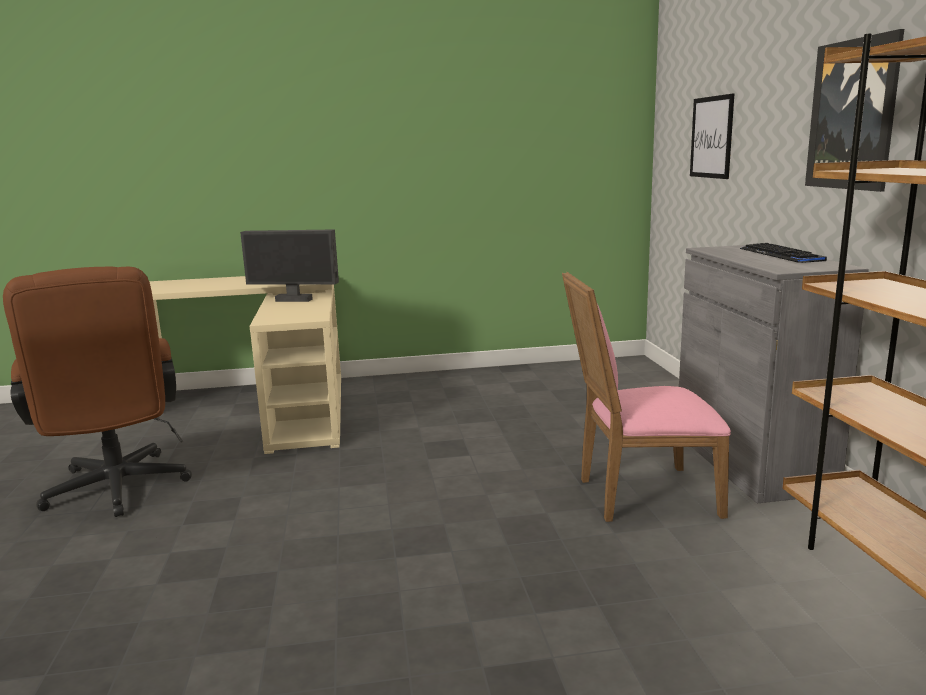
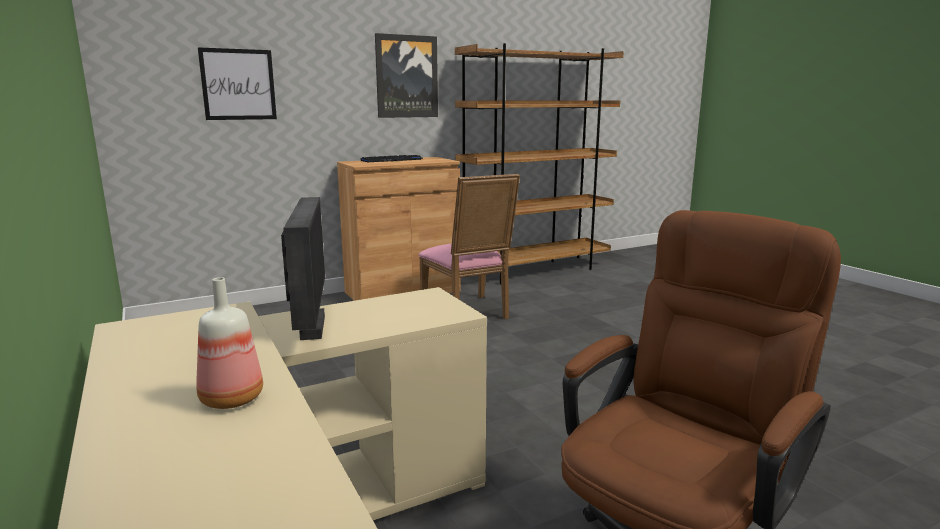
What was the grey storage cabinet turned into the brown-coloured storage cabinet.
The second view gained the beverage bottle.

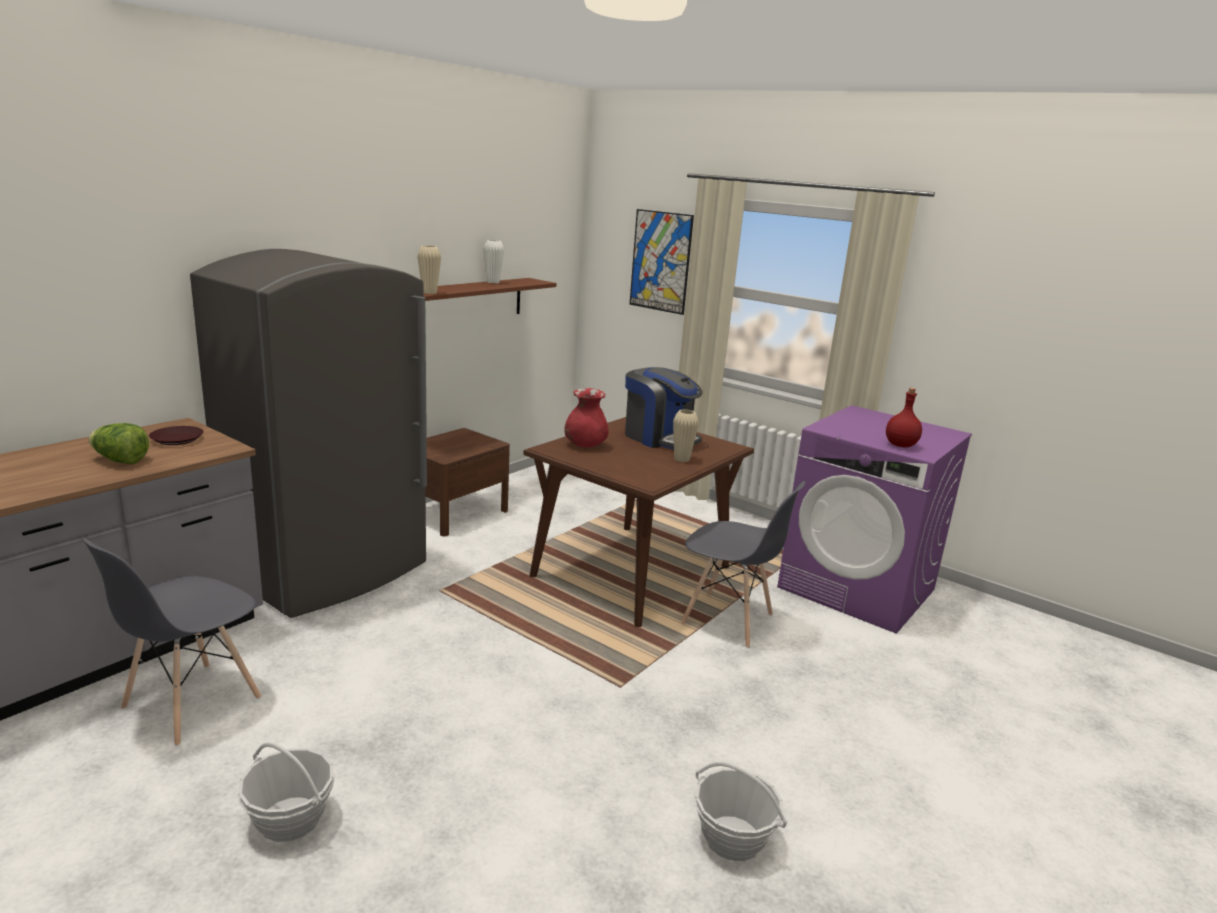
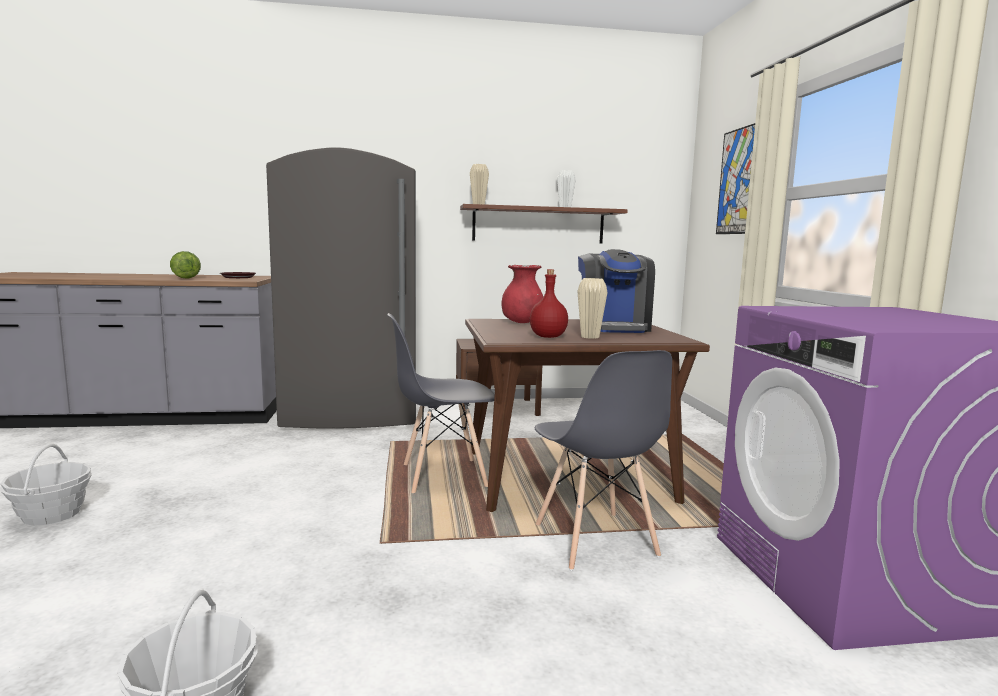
The grey chair (no. 1 from left) ended up elsewhere.
The reddish beverage bottle ended up elsewhere.

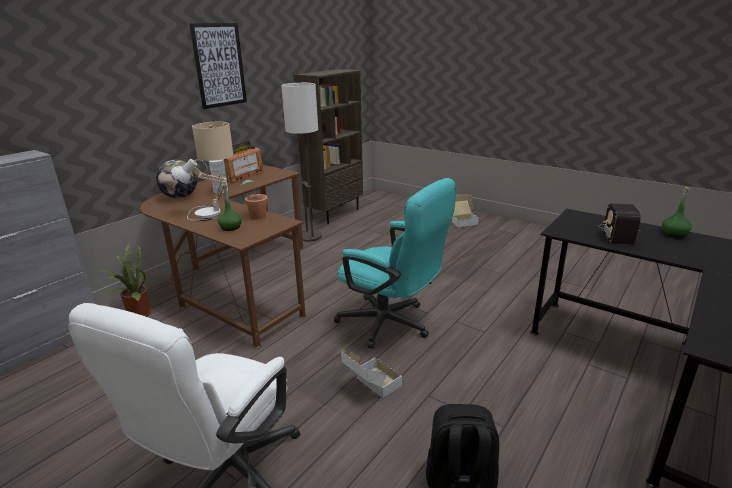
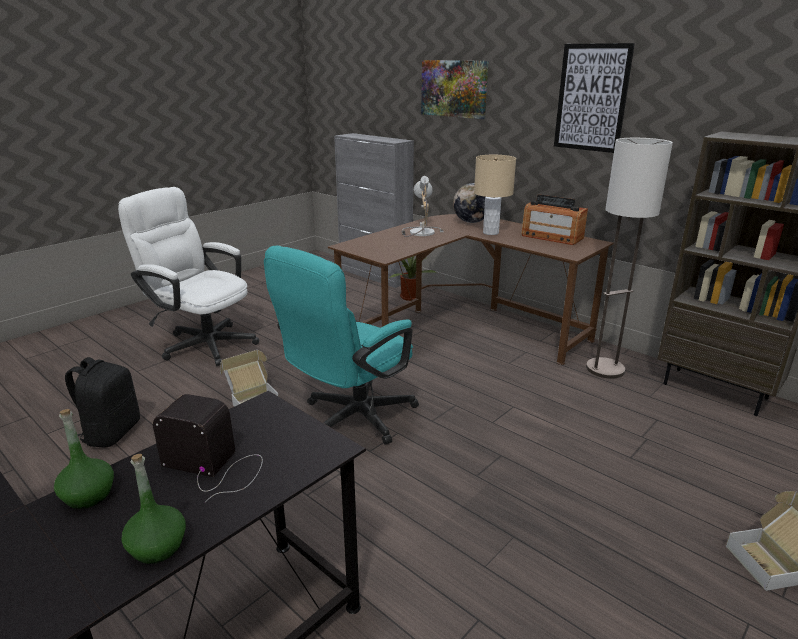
The green beverage bottle (no. 1 from left) ended up elsewhere.
The second view lost the houseplant (no. 2 from left).
The second view gained the wall picture (no. 1 from left).

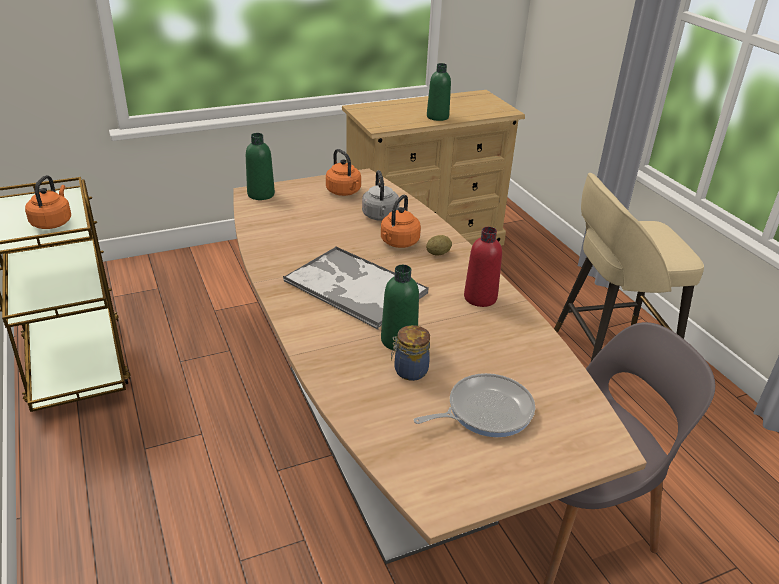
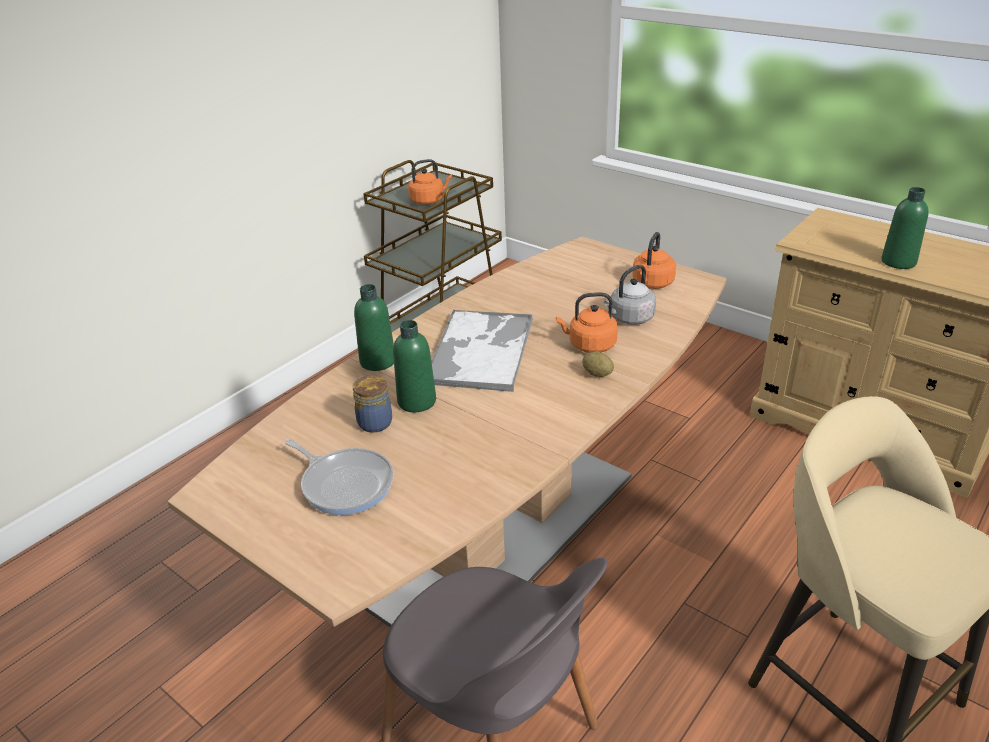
The green beverage bottle (no. 1 from left) ended up elsewhere.
The second view lost the reddish beverage bottle.

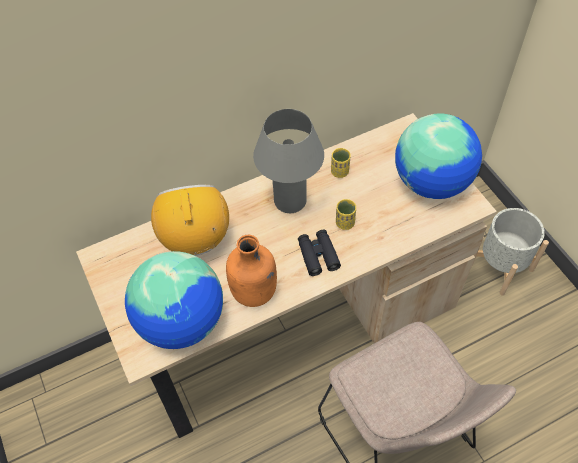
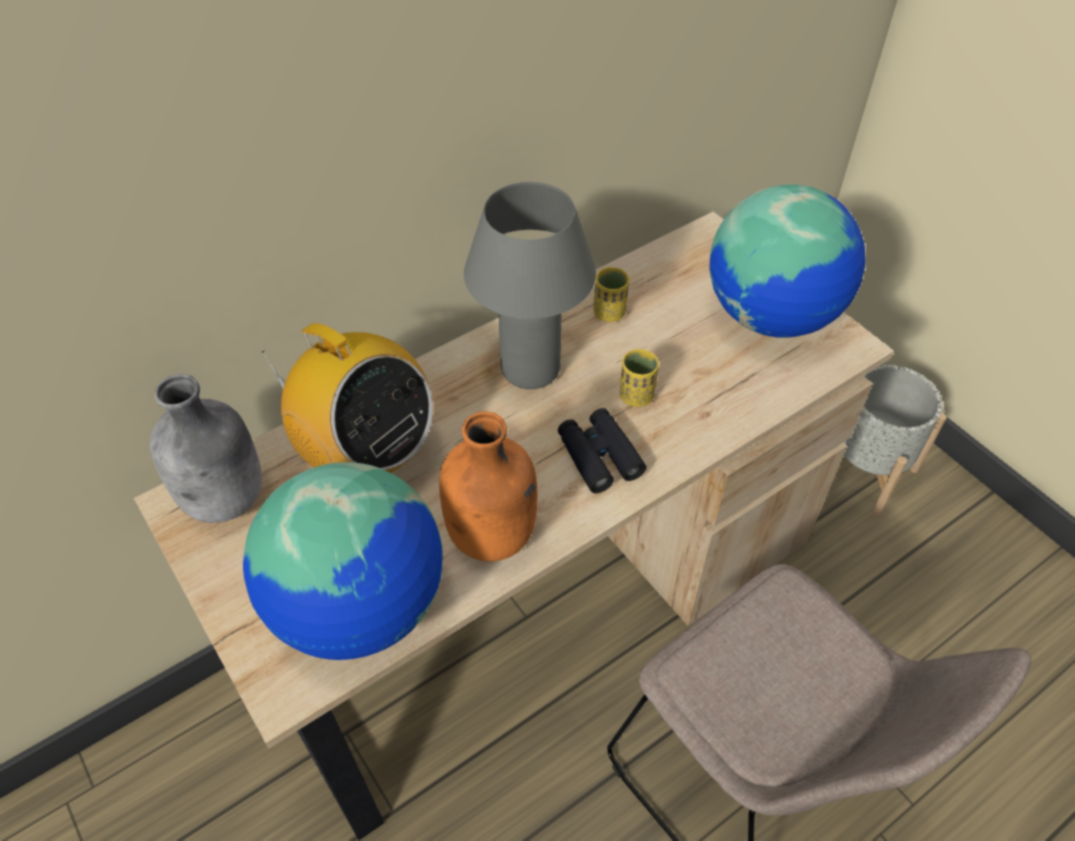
The radio ended up facing another way, 150 degrees clockwise from before.
The second view gained the grey beverage bottle.

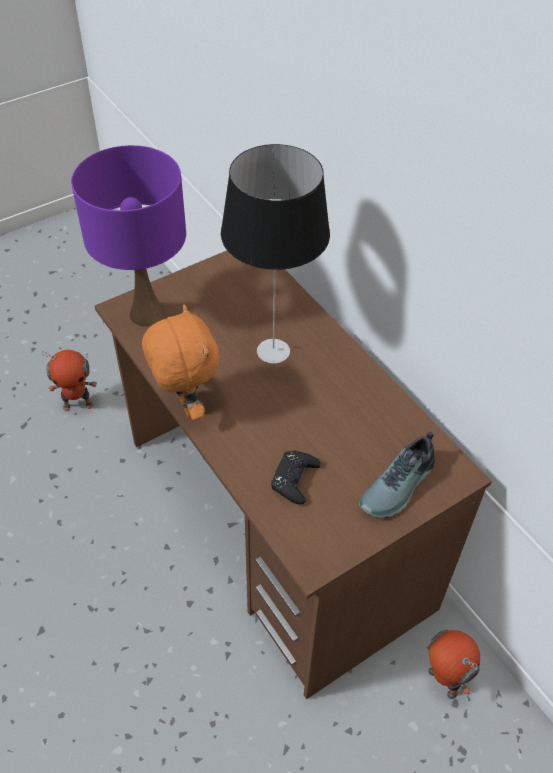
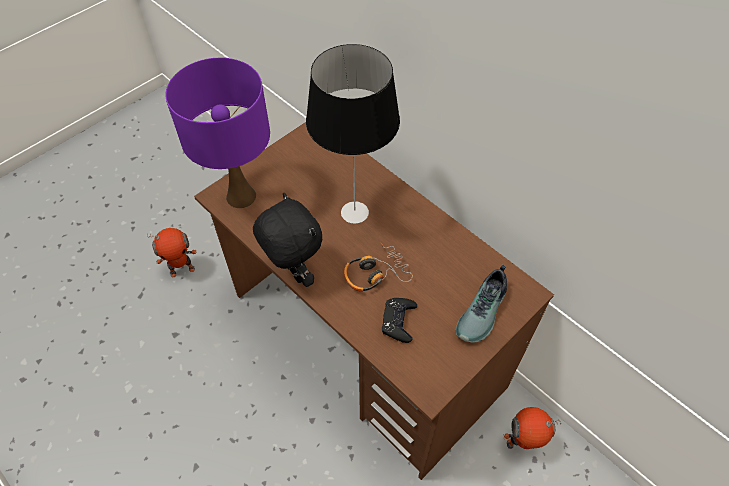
What was the orangey plush toy turned into the blackish plush toy.
The robot figure (no. 2 from left) ended up facing another way, 45 degrees counterclockwise from before.
The second view gained the pair of headphones.

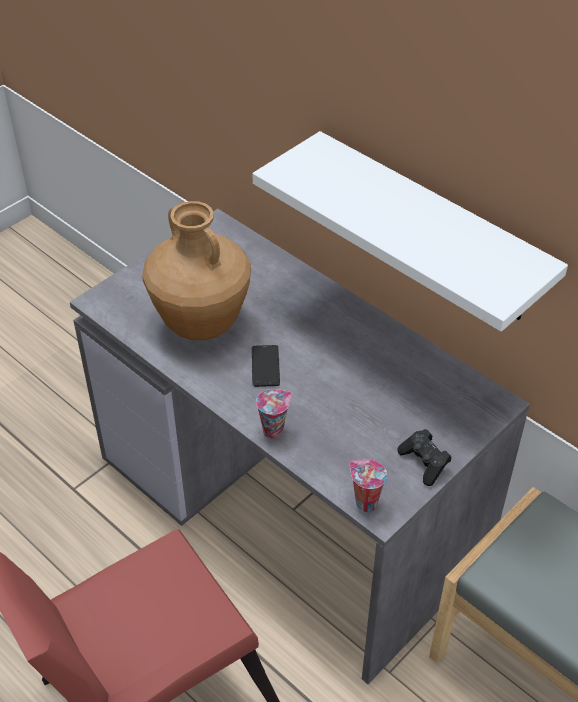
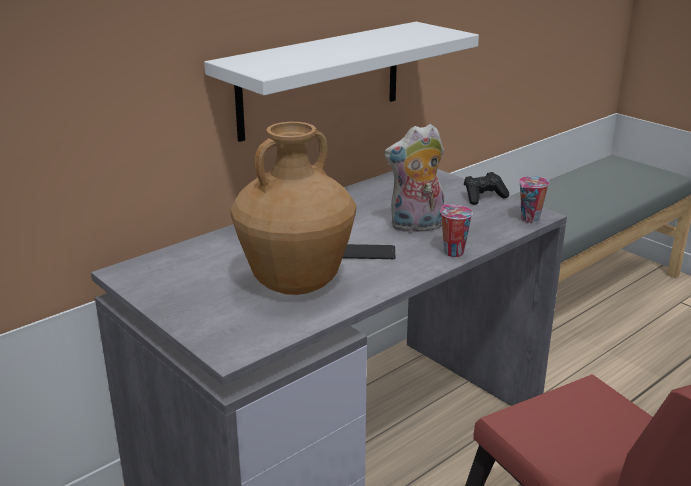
The second view gained the plush toy.

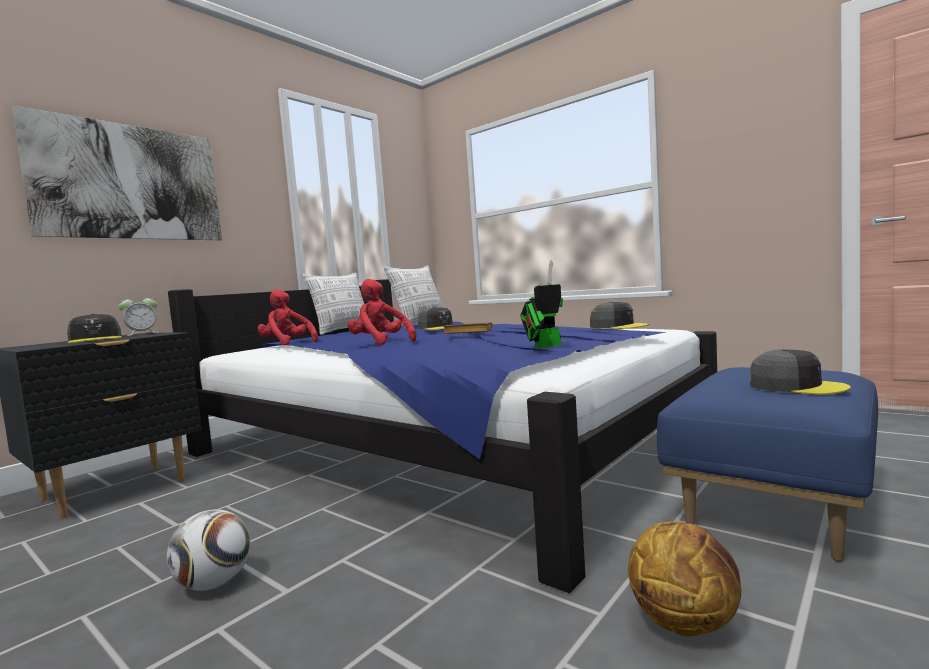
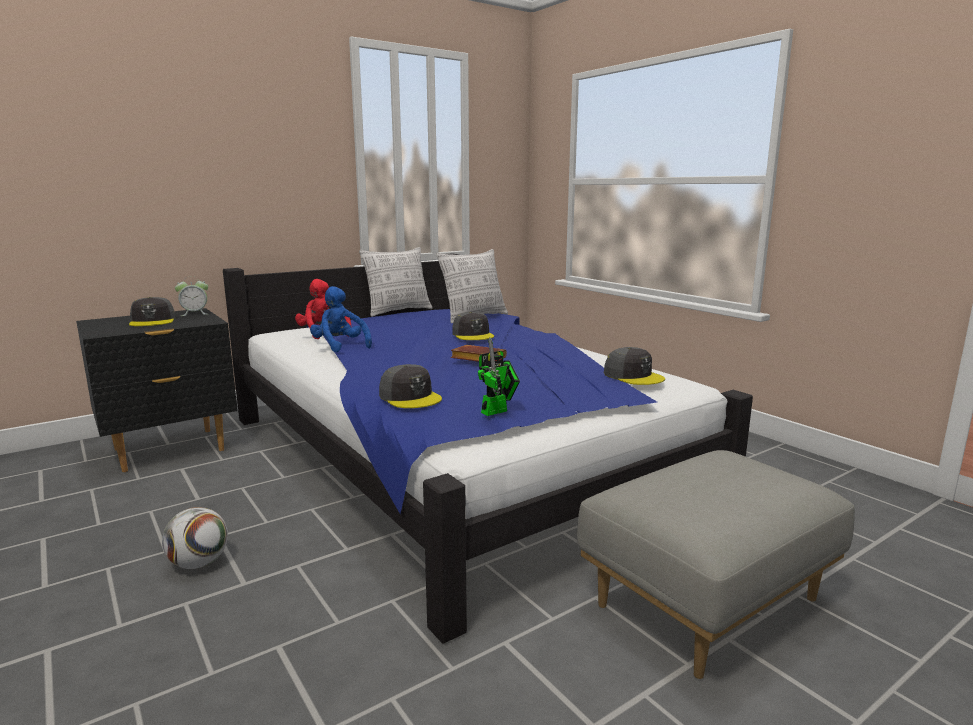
The second view lost the wall picture.
The second view lost the reddish plush toy (no. 2 from left).
The robot figure ended up facing another way, 150 degrees clockwise from before.
The second view lost the basketball.
What was the bluish footrest turned into the grey footrest.
The grey peaked cap (no. 4 from left in the first image) ended up elsewhere.
The second view gained the bluish plush toy.

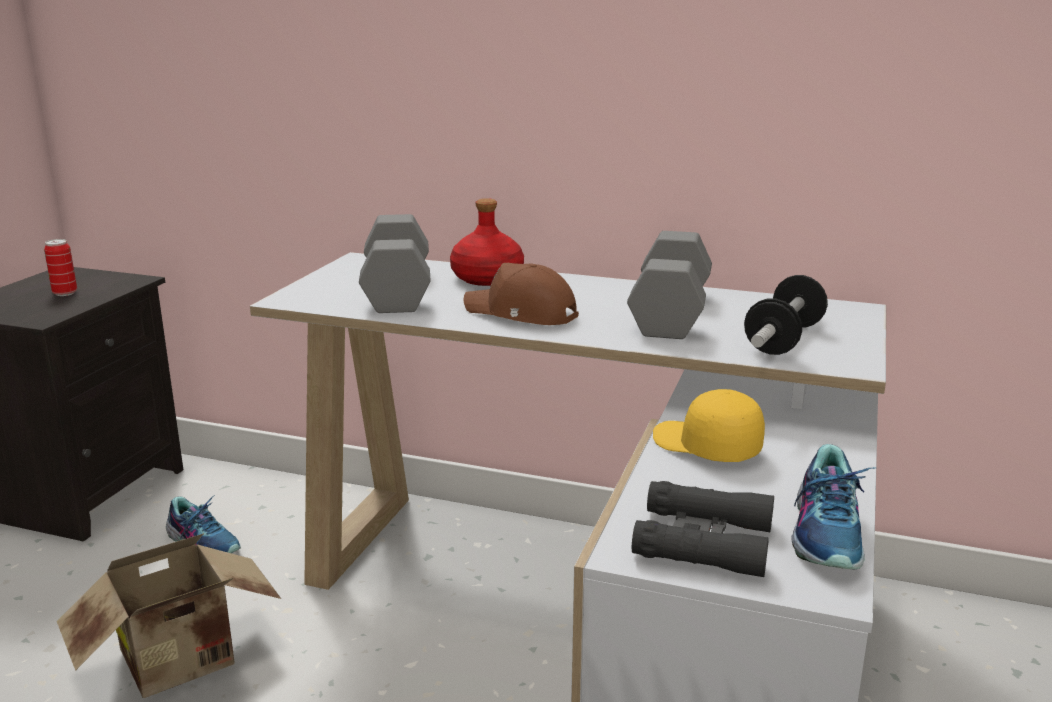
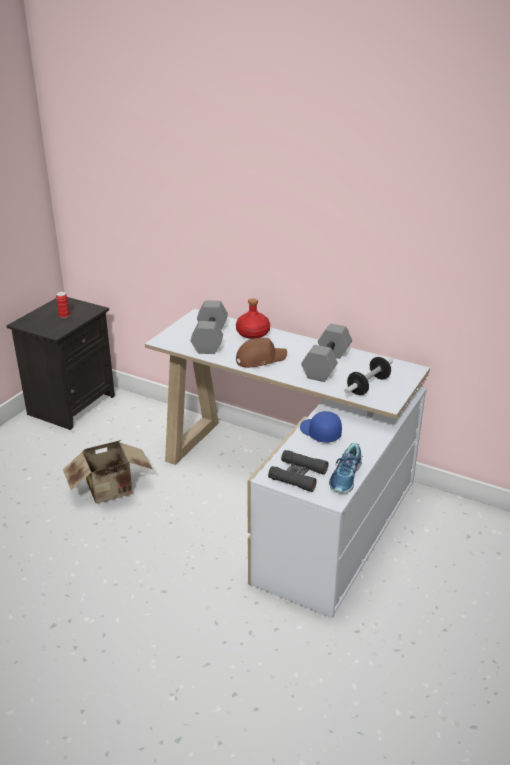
The second view lost the shoe (no. 1 from left).
The brown-coloured peaked cap ended up facing another way, 120 degrees clockwise from before.
What was the yellow peaked cap turned into the bluish peaked cap.

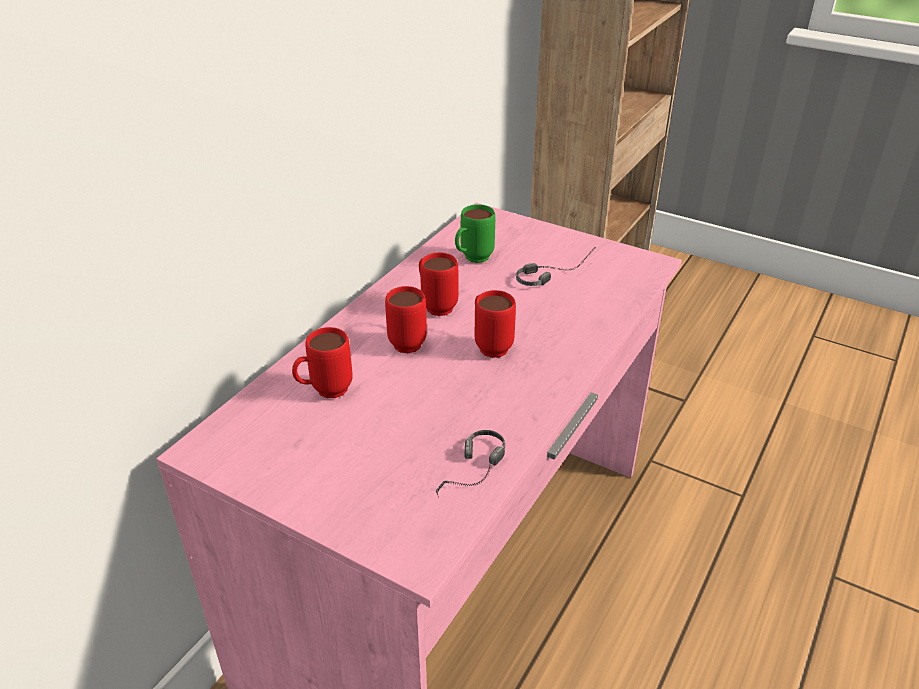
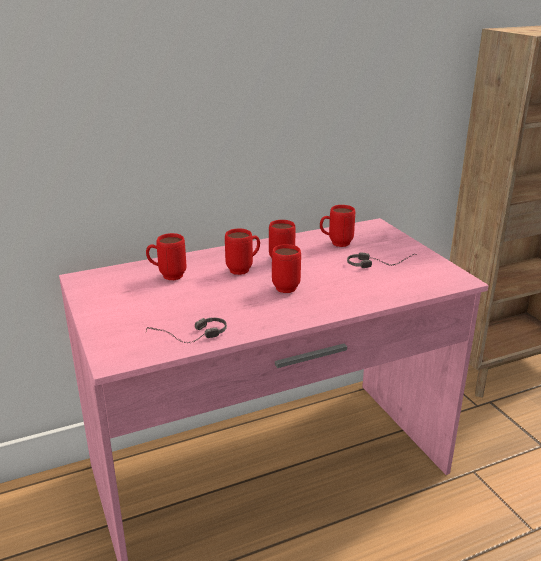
What was the green mug turned into the reddish mug (no. 5 from left).

